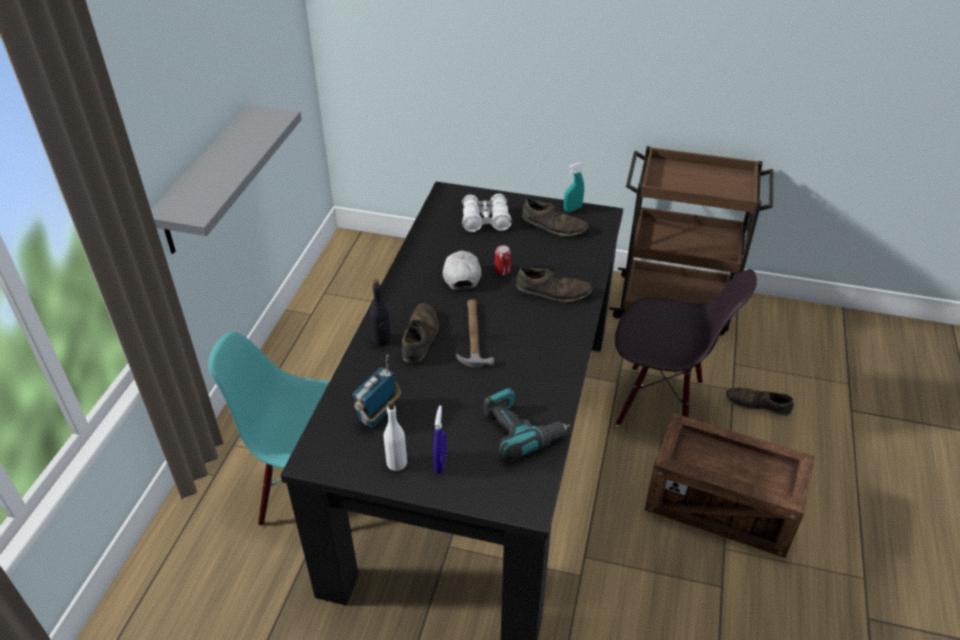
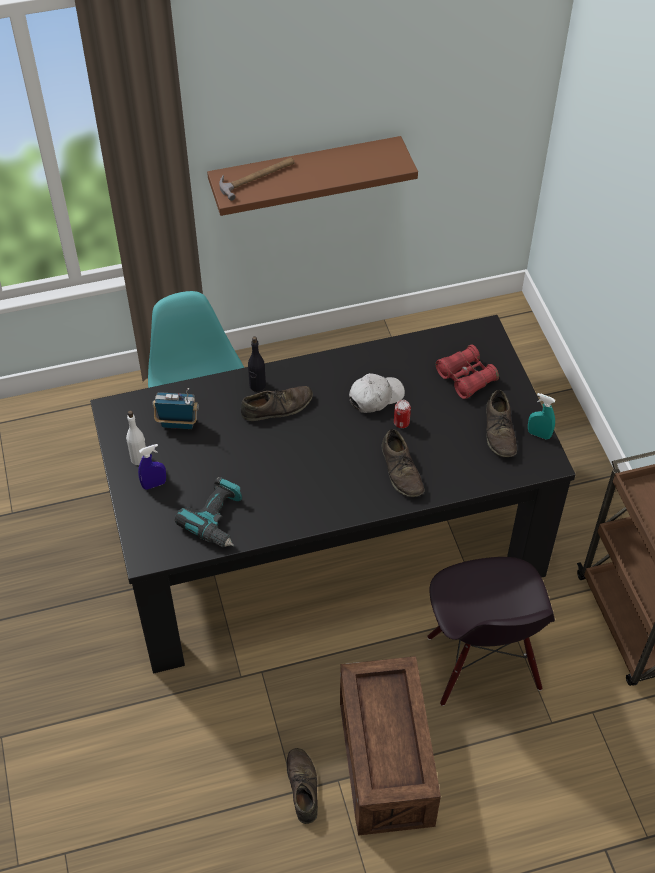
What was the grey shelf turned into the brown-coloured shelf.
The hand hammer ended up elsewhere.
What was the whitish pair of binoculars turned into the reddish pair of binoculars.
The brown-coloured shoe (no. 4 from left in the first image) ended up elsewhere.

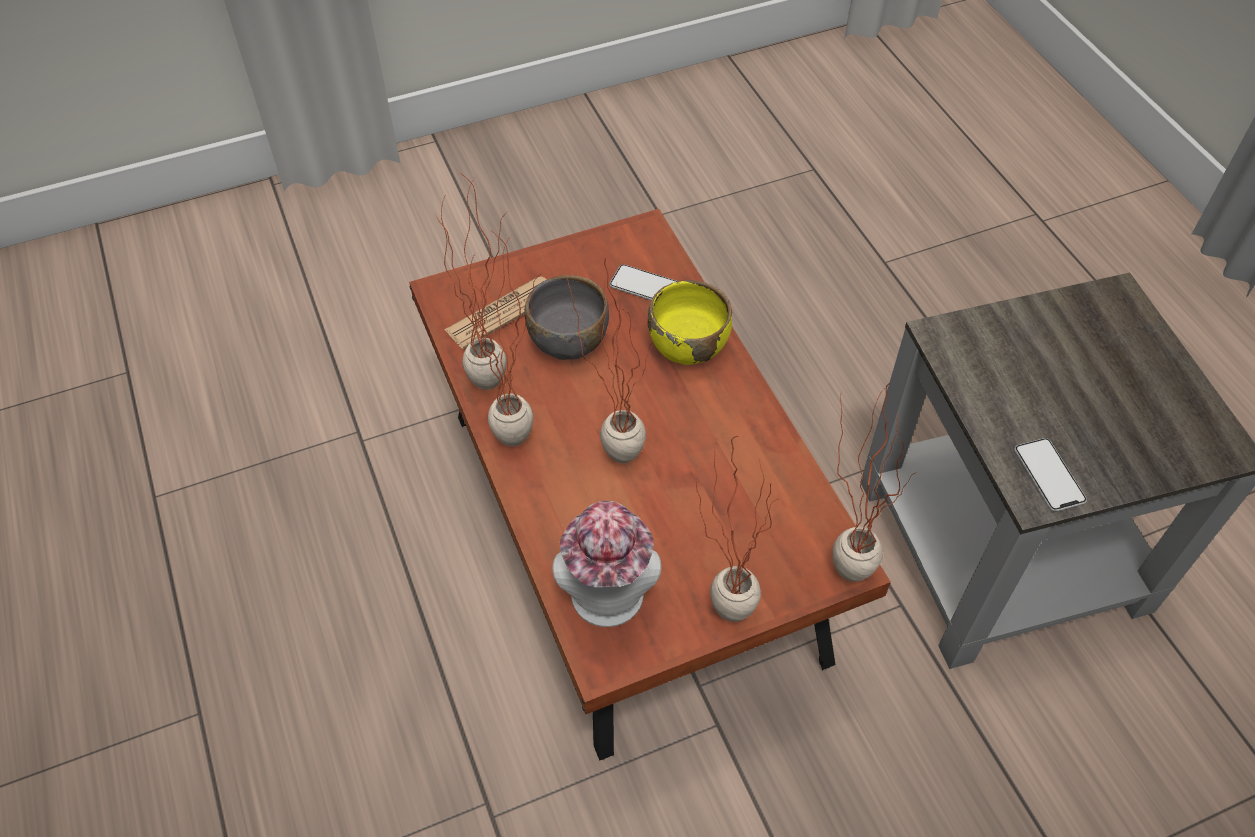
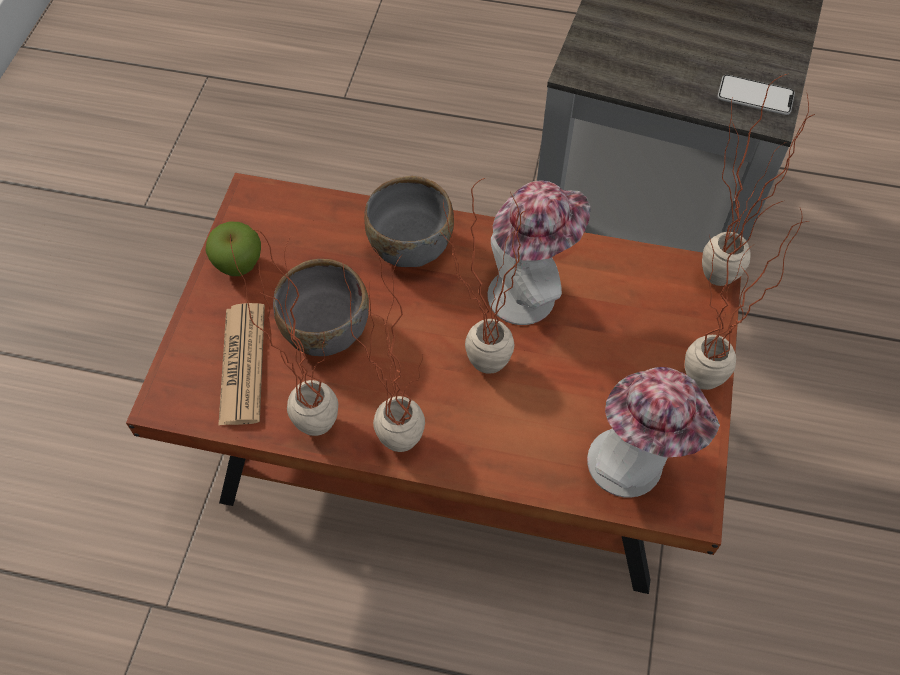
The second view lost the phone (no. 1 from left).
What was the yellow serving bowl turned into the grey serving bowl (no. 2 from left).
The second view gained the whole apple.
The second view gained the clothing hat (no. 1 from left).

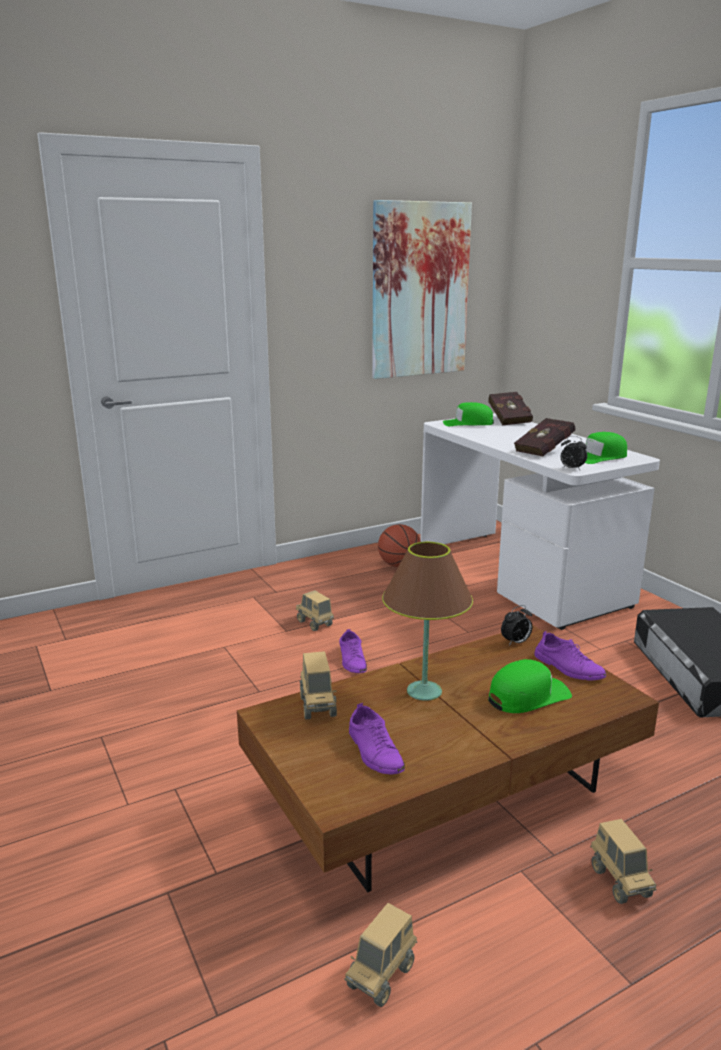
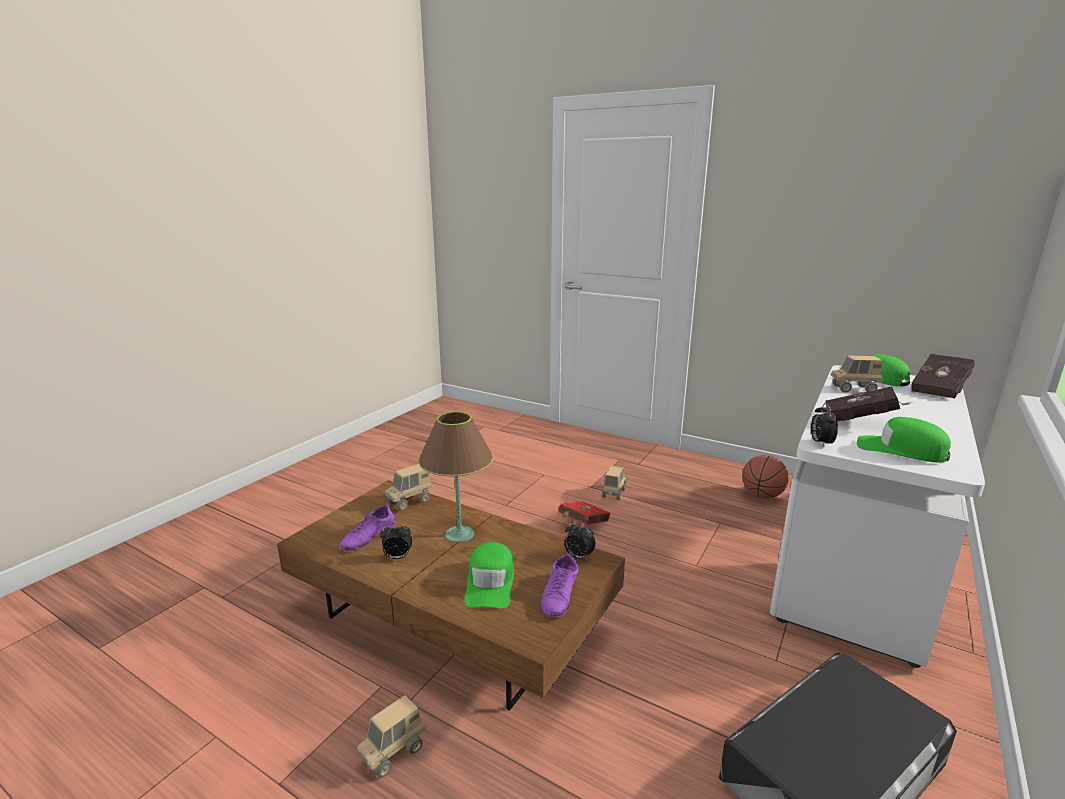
Where the purplish shoe (no. 1 from left) stood, the reddish book (no. 1 from left) came to stand.
The toy lorry (no. 3 from left in the first image) ended up elsewhere.
The second view lost the wall picture.
The green peaked cap (no. 2 from left in the first image) ended up facing another way, 60 degrees clockwise from before.
The second view gained the bedside clock (no. 1 from left).

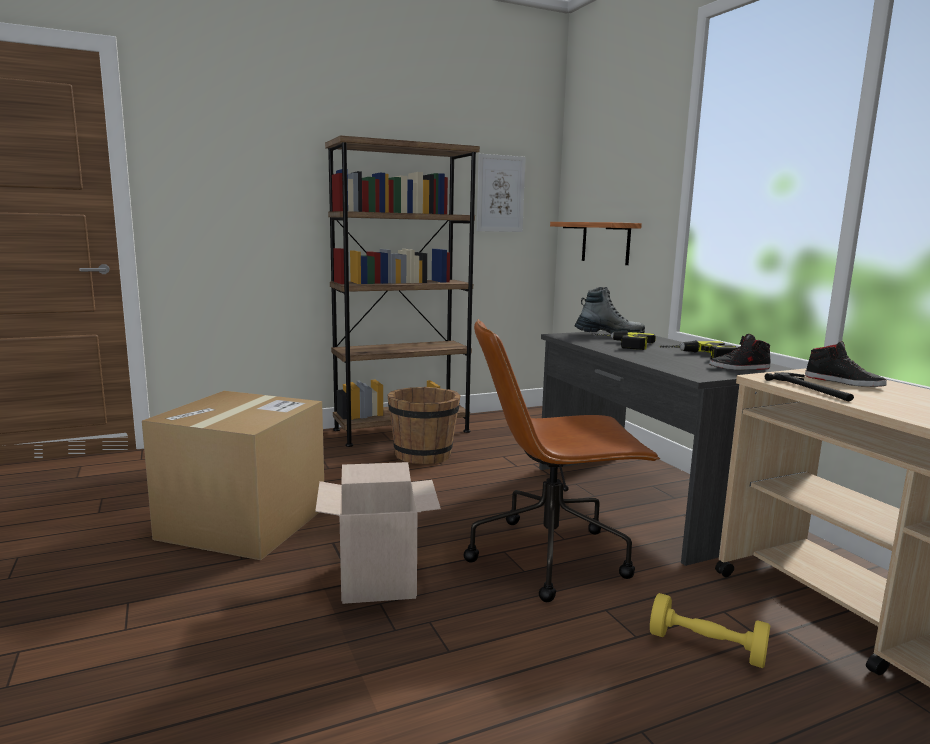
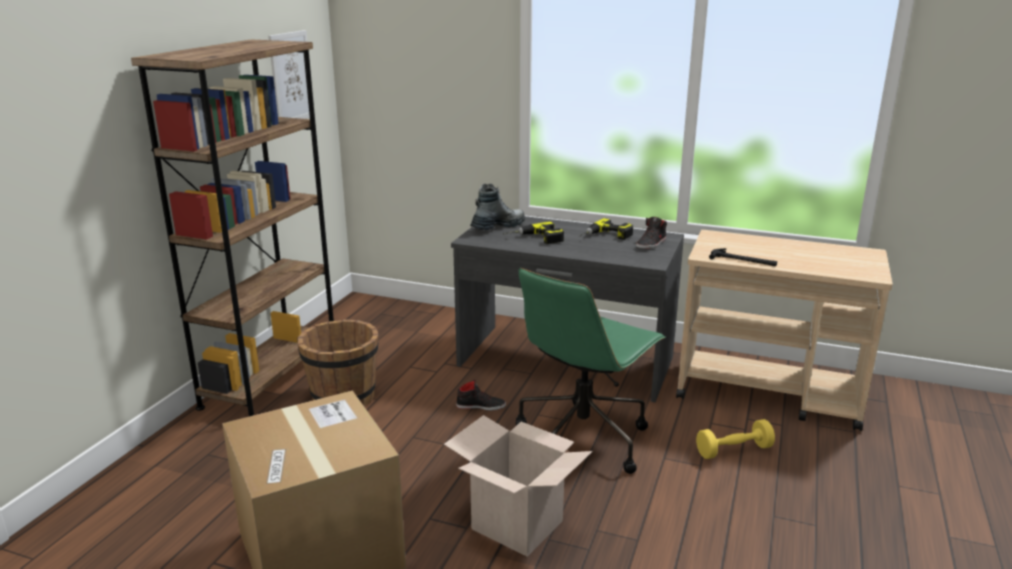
What was the brown-coloured office chair turned into the green office chair.
The second view lost the shelf.
The blackish shoe (no. 2 from left in the first image) ended up elsewhere.

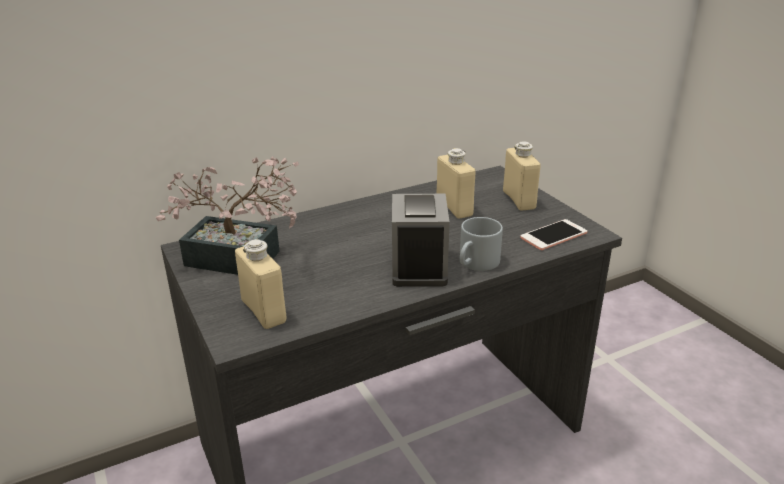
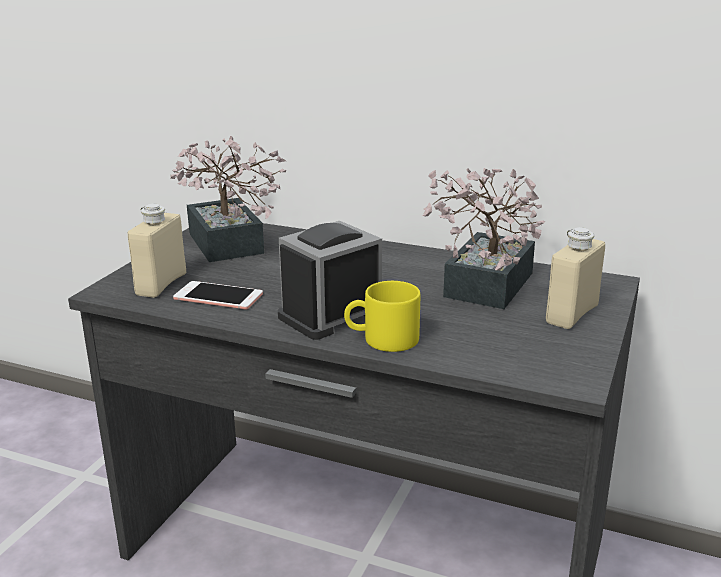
Where the beige-coloured beverage bottle (no. 2 from left) stood, the houseplant (no. 2 from left) came to stand.
What was the grey mug turned into the yellow mug.
The phone ended up elsewhere.

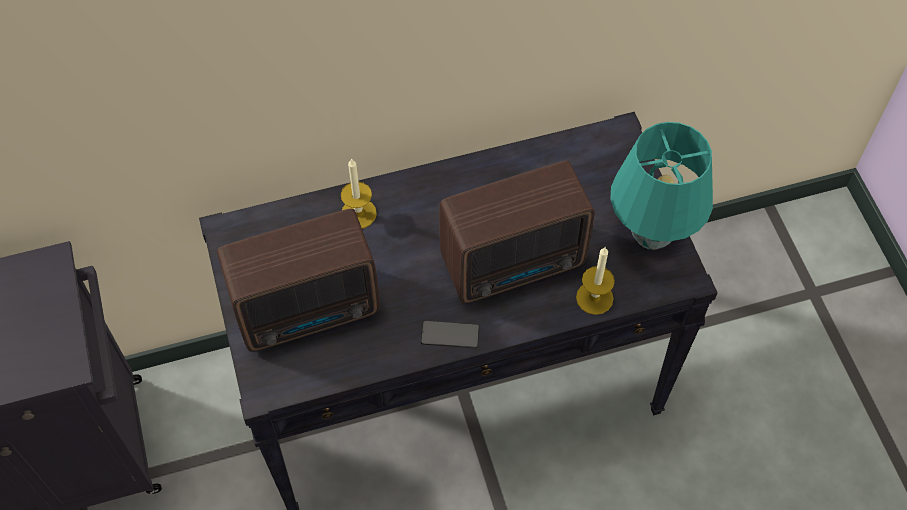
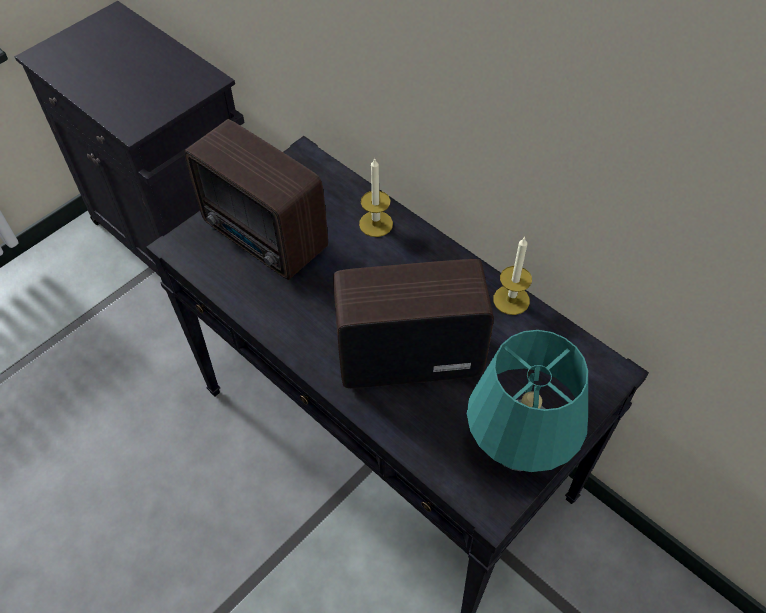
The second view lost the phone.
The radio (no. 2 from left) ended up facing another way, 135 degrees clockwise from before.
The wax candle (no. 2 from left) ended up elsewhere.

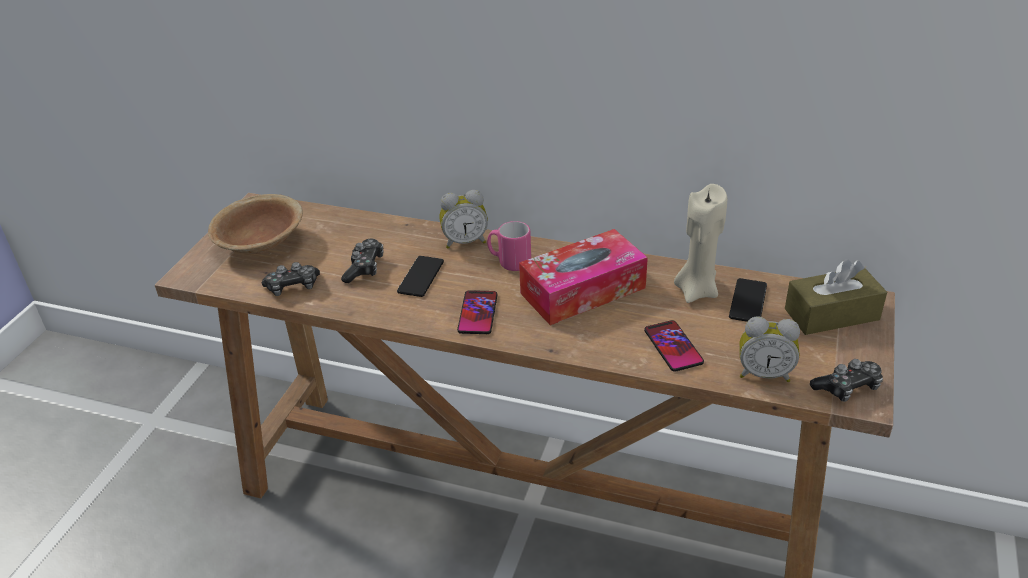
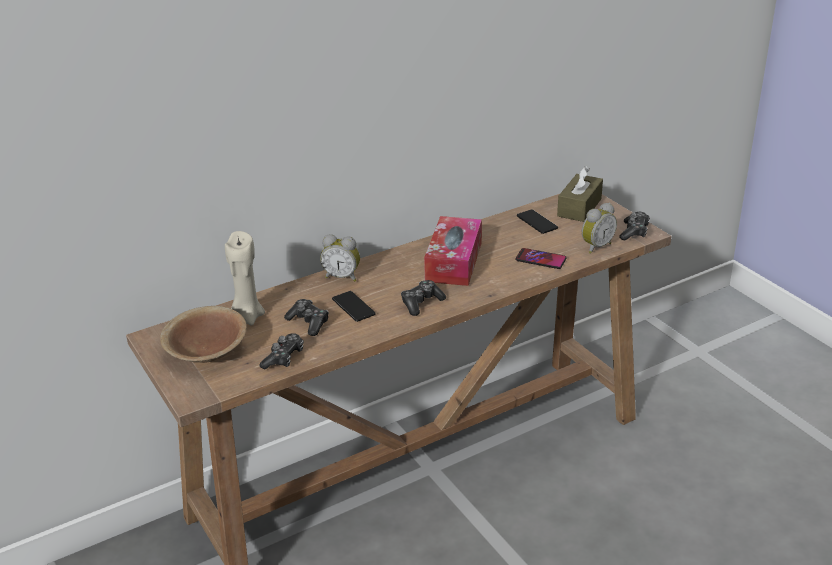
The bedside clock (no. 1 from left) ended up facing another way, 75 degrees clockwise from before.
Where the phone (no. 2 from left) stood, the gamepad (no. 3 from left) came to stand.
The second view lost the pink-coloured mug.
The beige-coloured wax candle ended up elsewhere.

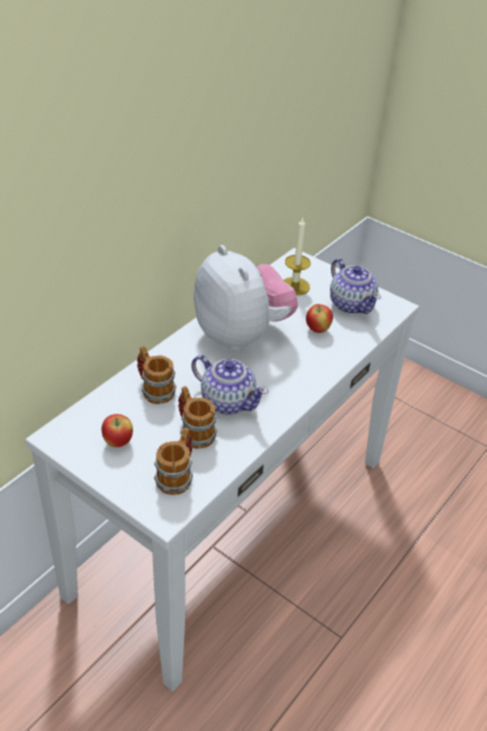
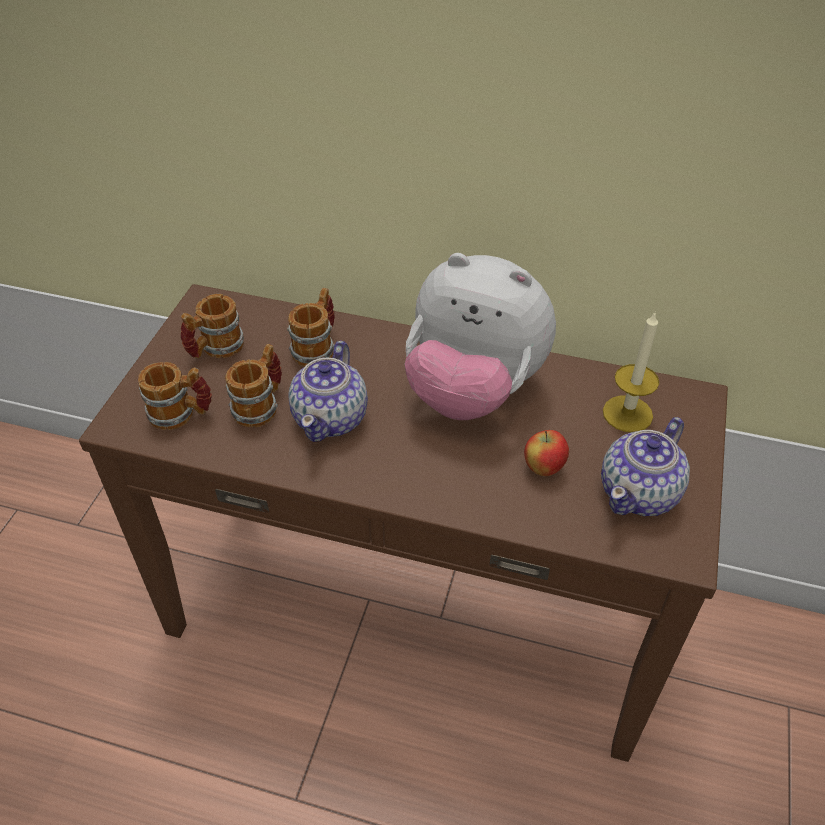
What was the whitish narrow table turned into the brown-coloured narrow table.
Where the whole apple (no. 1 from left) stood, the mug (no. 2 from left) came to stand.
The plush toy ended up facing another way, 75 degrees clockwise from before.

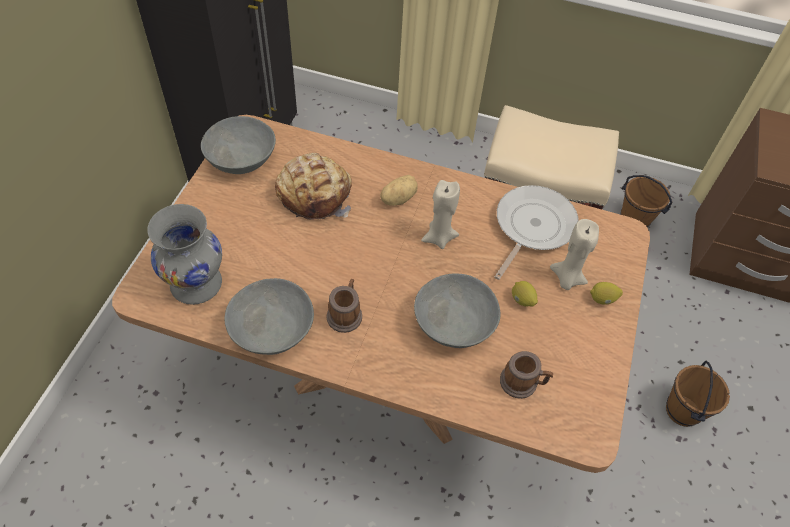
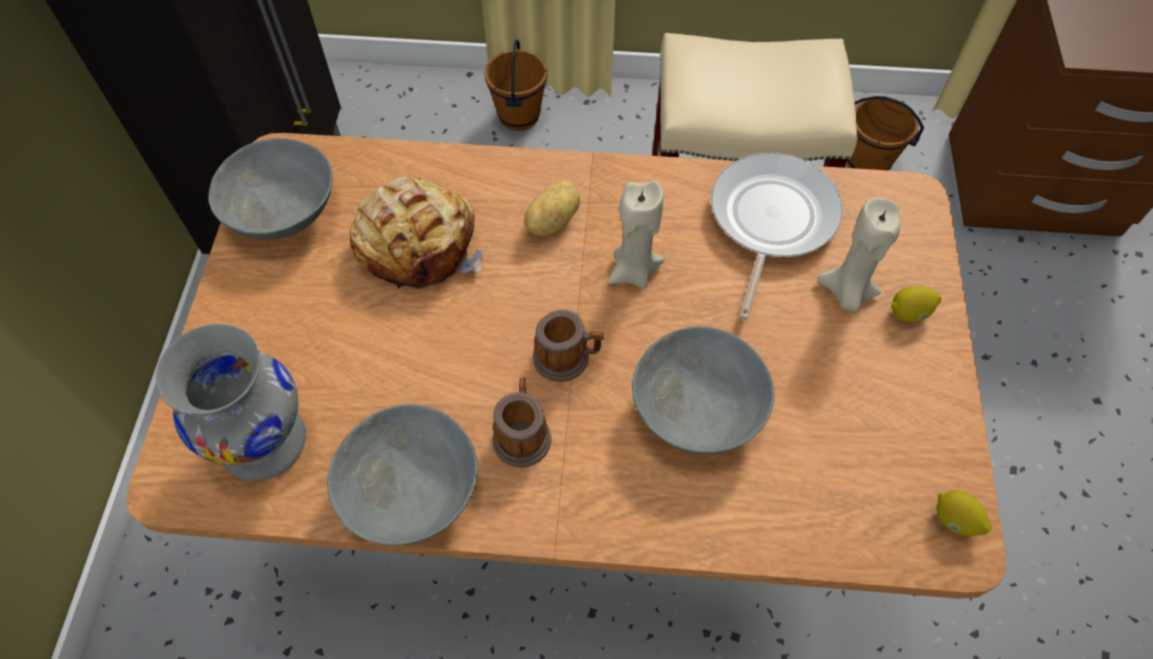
The mug (no. 2 from left) ended up elsewhere.
The whole lemon (no. 1 from left in the first image) ended up elsewhere.
The brown-coloured bucket (no. 2 from left in the first image) ended up elsewhere.

